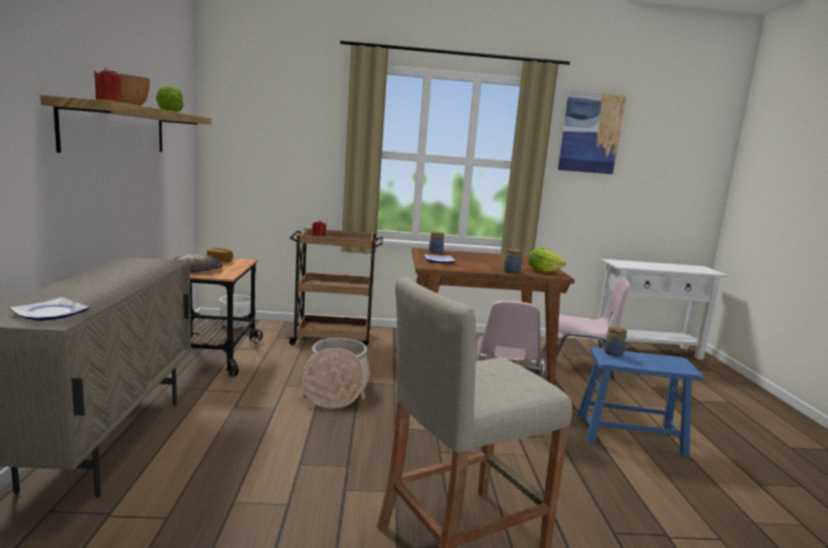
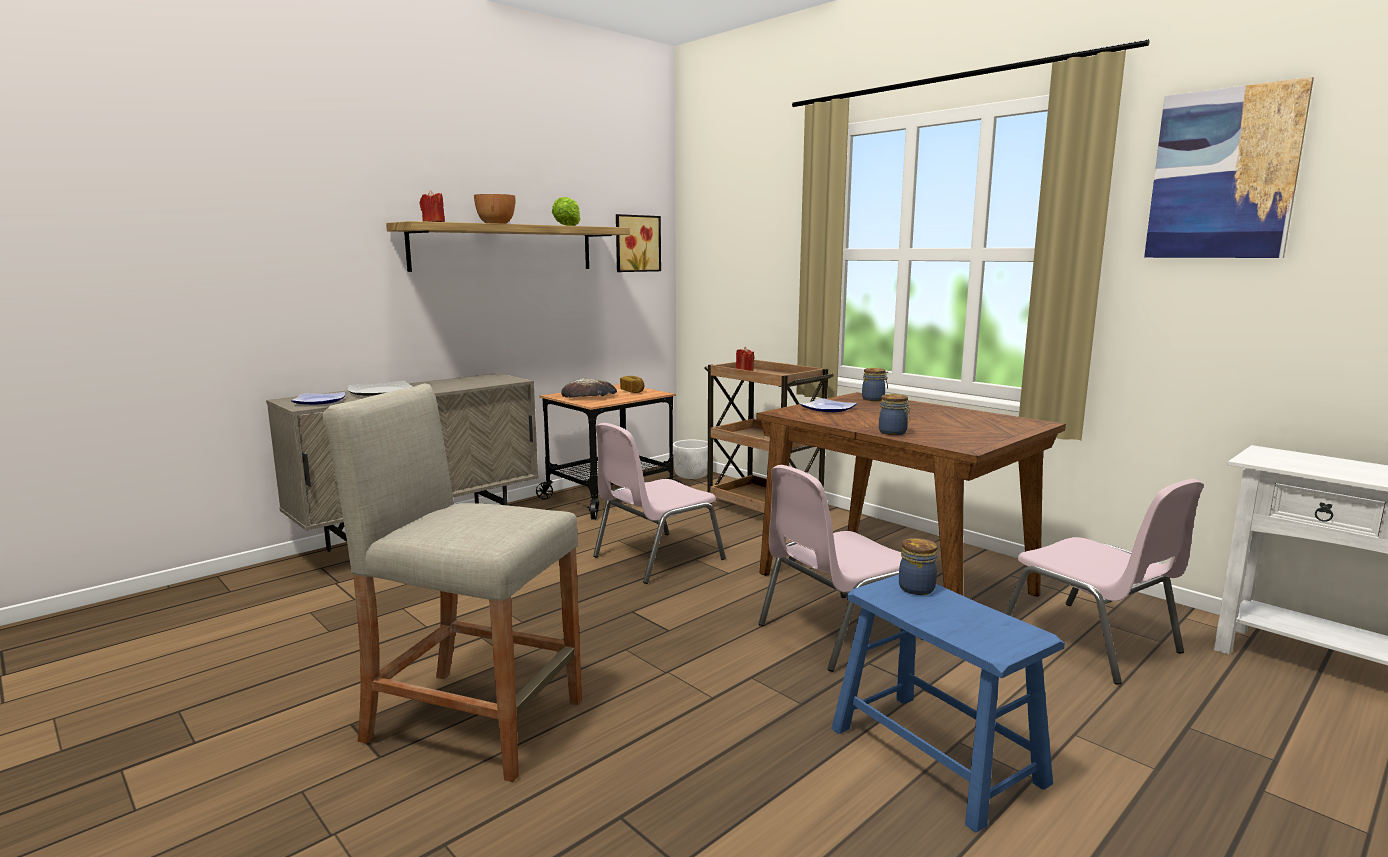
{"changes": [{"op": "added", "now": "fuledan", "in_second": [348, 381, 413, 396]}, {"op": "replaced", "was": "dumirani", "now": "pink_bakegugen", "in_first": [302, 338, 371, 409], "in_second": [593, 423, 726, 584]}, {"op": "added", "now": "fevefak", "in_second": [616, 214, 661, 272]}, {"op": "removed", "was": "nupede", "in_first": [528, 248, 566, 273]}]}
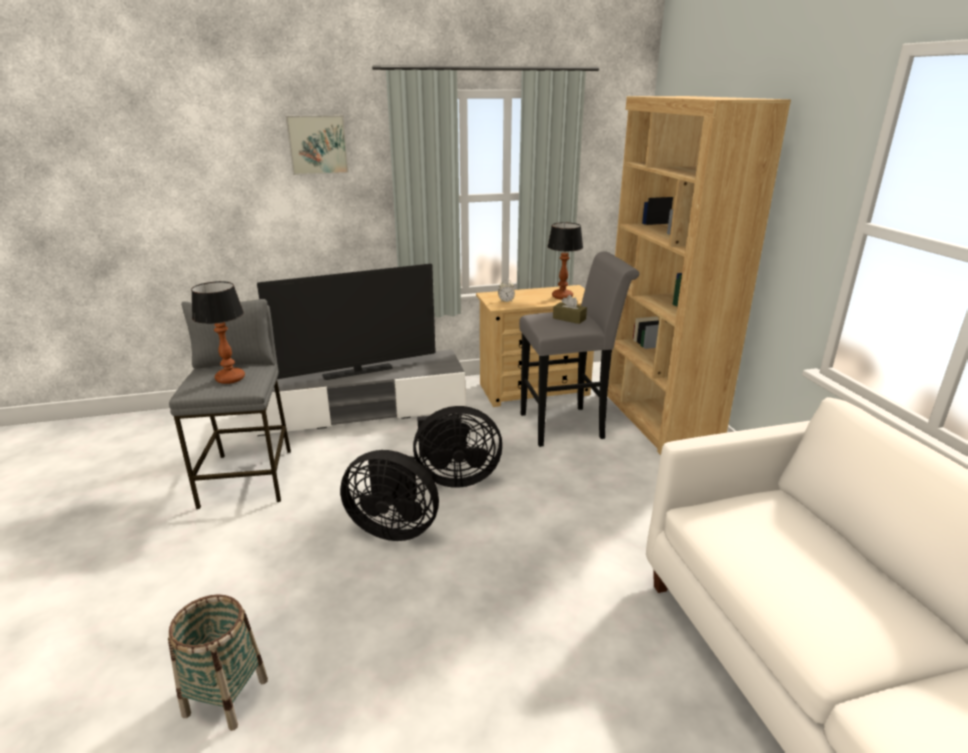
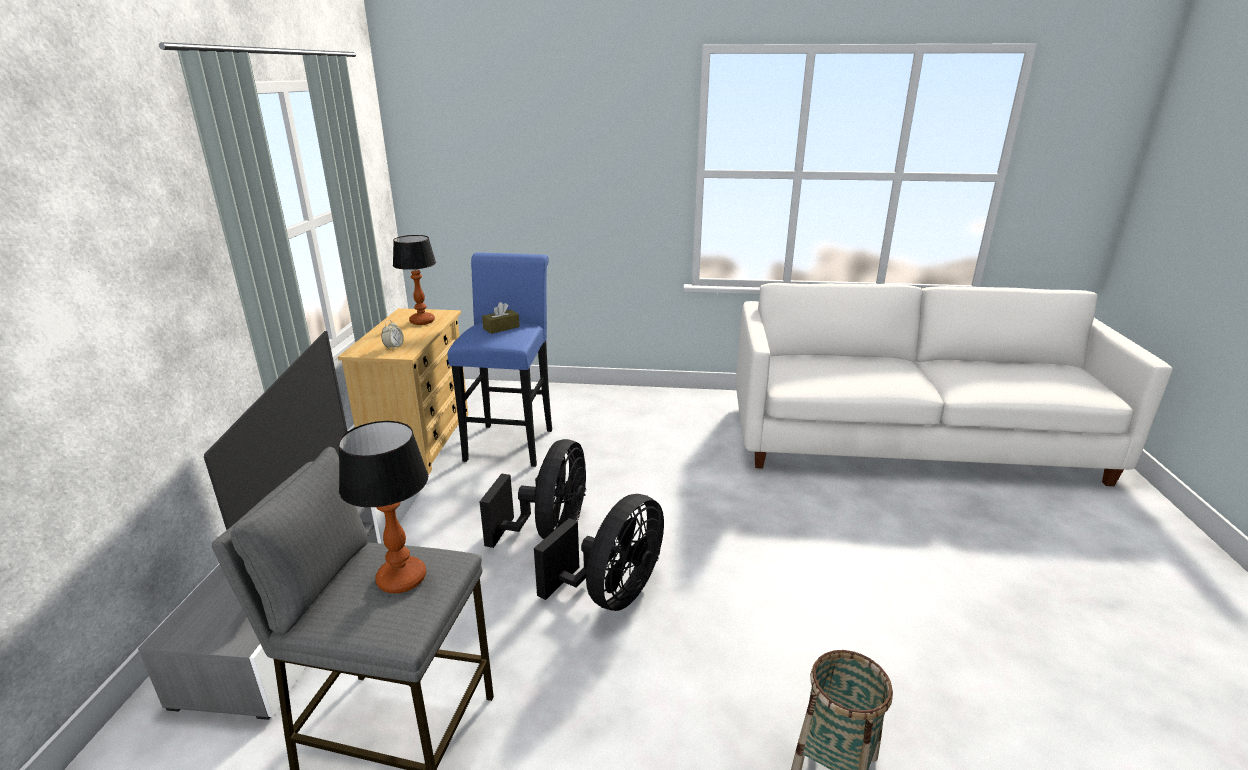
{"changes": [{"op": "recoloured", "was": "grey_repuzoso", "now": "blue_repuzoso", "in_first": [519, 251, 640, 447], "in_second": [448, 252, 552, 467]}, {"op": "removed", "was": "fevefak", "in_first": [286, 115, 349, 175]}, {"op": "removed", "was": "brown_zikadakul", "in_first": [607, 96, 791, 455]}]}
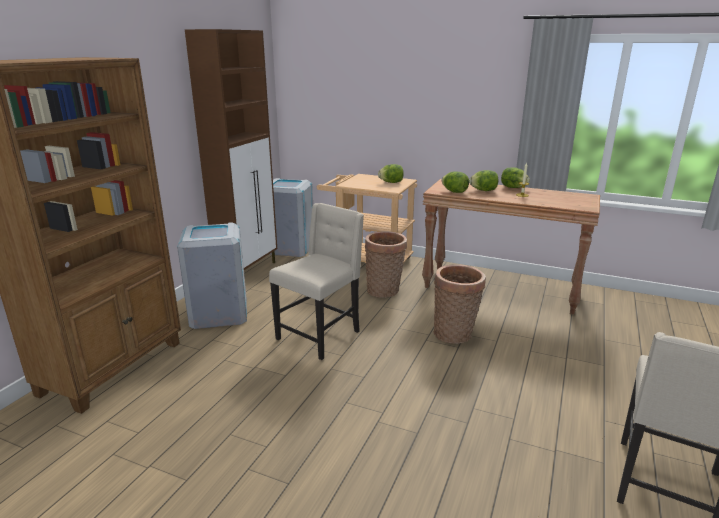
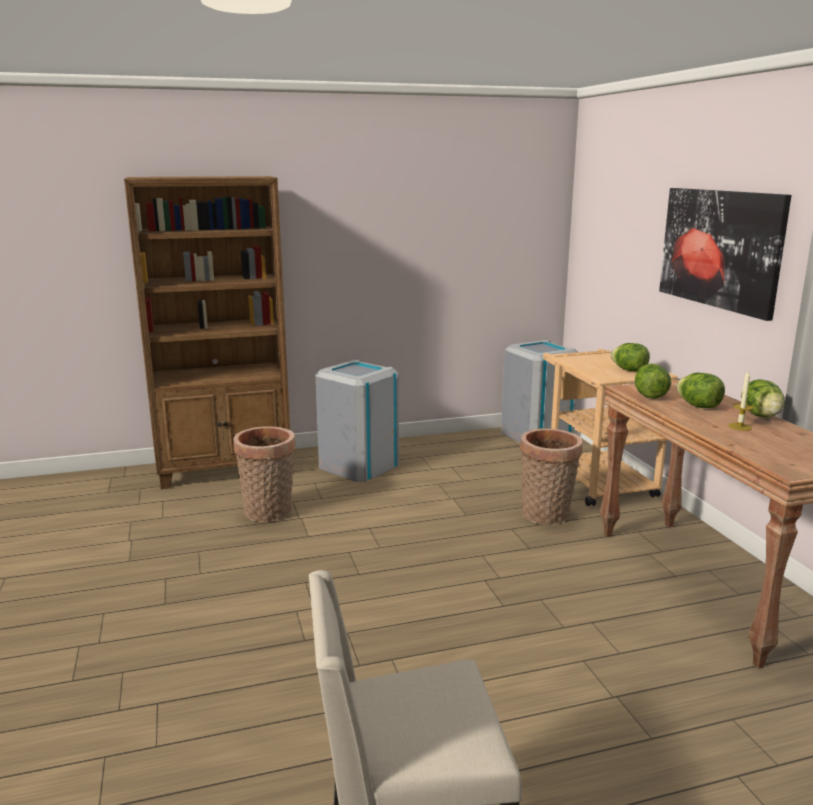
{"changes": [{"op": "moved", "was": "dumirani", "in_first": [434, 264, 486, 344], "in_second": [233, 426, 295, 522]}, {"op": "added", "now": "fevefak", "in_second": [659, 188, 791, 321]}, {"op": "removed", "was": "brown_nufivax", "in_first": [185, 29, 277, 270]}, {"op": "removed", "was": "beige_bakegugen", "in_first": [269, 203, 364, 360]}]}
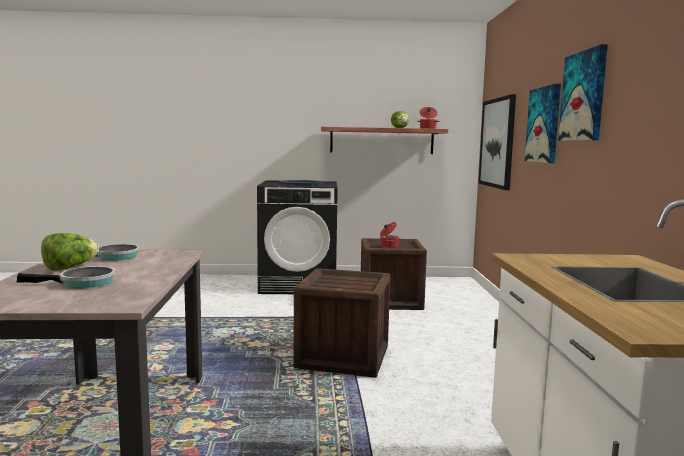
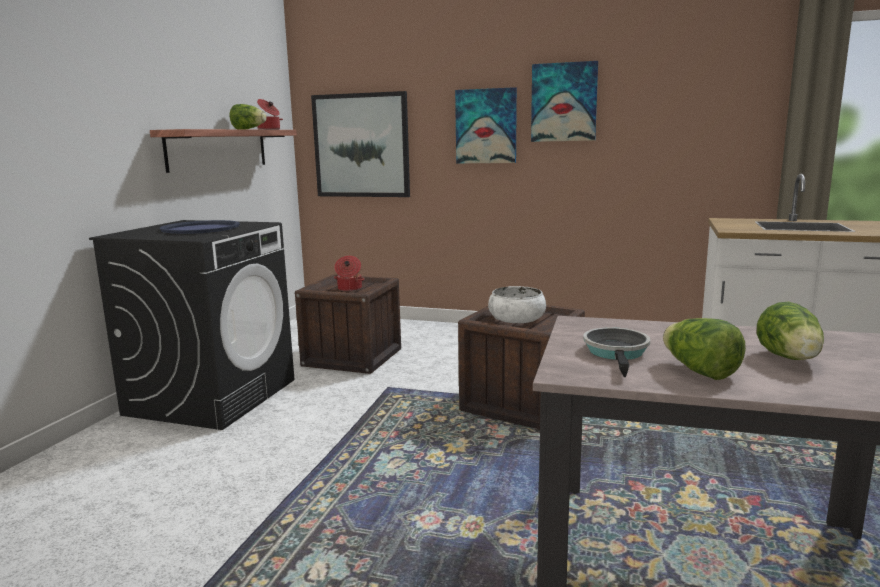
{"changes": [{"op": "added", "now": "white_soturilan", "in_second": [488, 286, 546, 323]}, {"op": "replaced", "was": "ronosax", "now": "nupede", "in_first": [17, 266, 116, 289], "in_second": [757, 302, 824, 360]}]}
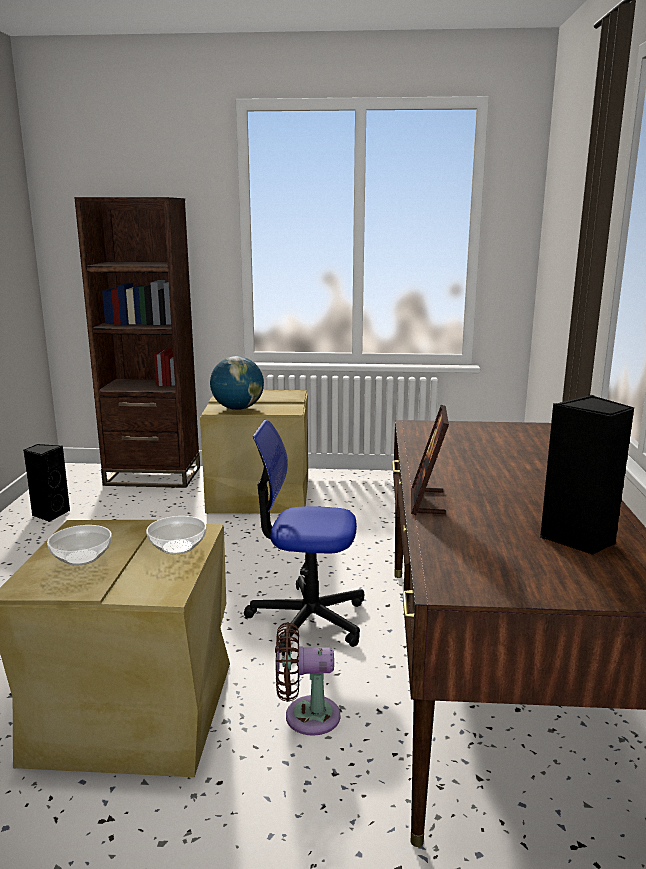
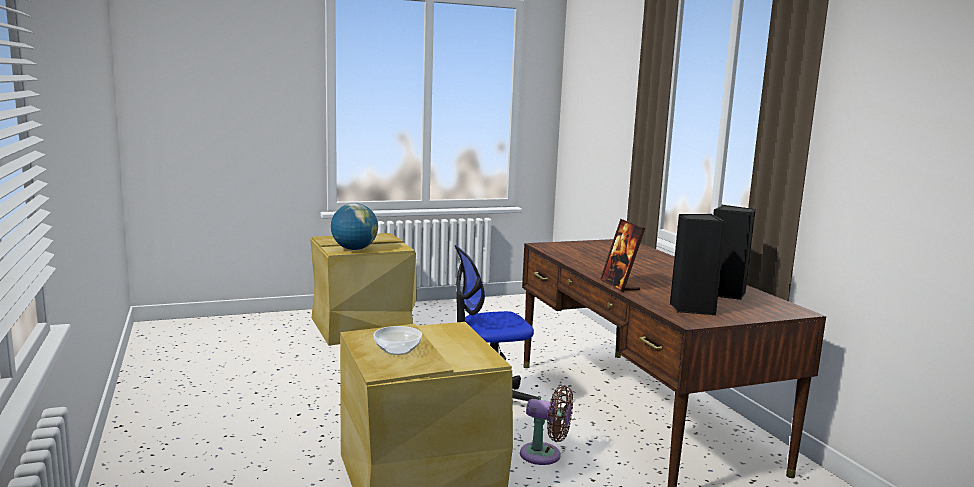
{"changes": [{"op": "turned", "was": "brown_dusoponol", "in_first": [276, 622, 340, 736], "in_second": [520, 385, 573, 465], "clockwise": -135}, {"op": "moved", "was": "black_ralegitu", "in_first": [24, 444, 70, 522], "in_second": [670, 214, 726, 315]}, {"op": "removed", "was": "brown_zikadakul", "in_first": [74, 197, 200, 488]}, {"op": "removed", "was": "soturilan", "in_first": [146, 516, 206, 554]}]}
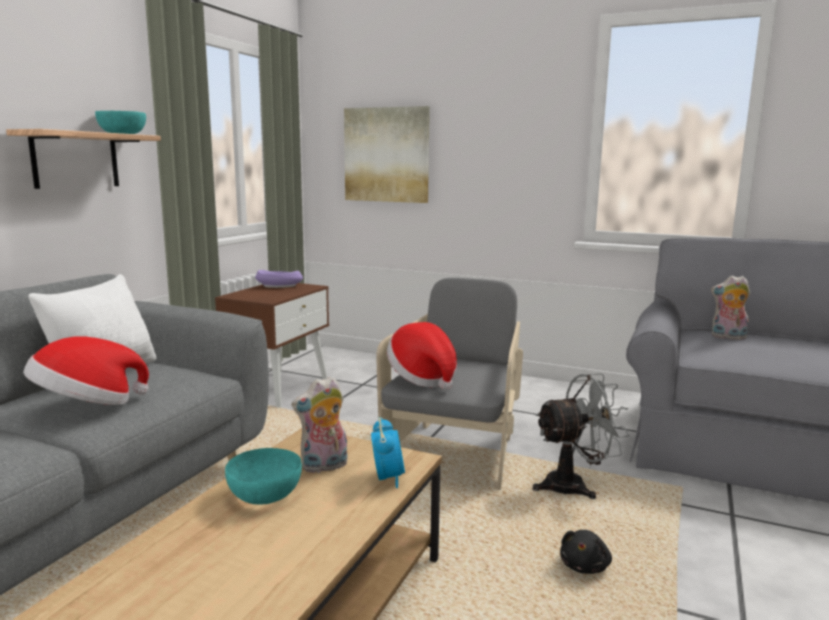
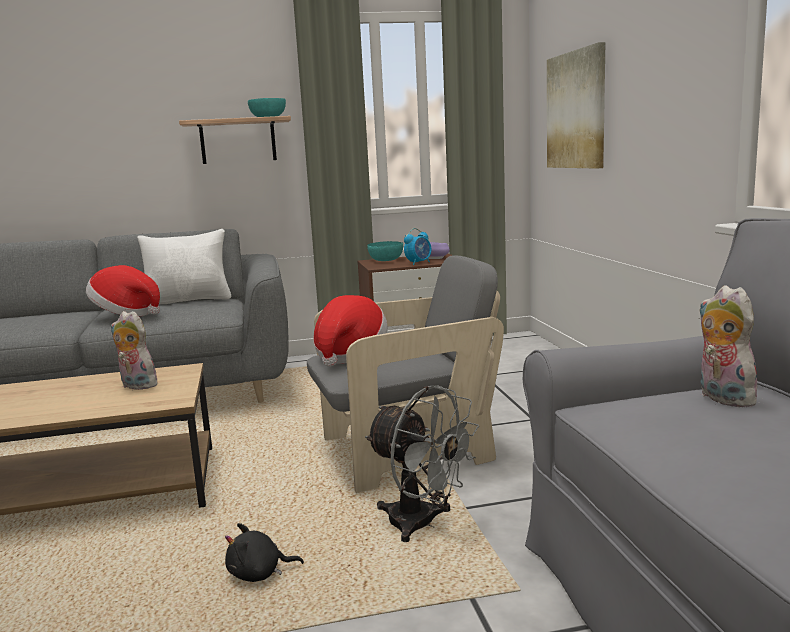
{"changes": [{"op": "moved", "was": "turquoise_soturilan", "in_first": [225, 448, 302, 505], "in_second": [367, 241, 403, 261]}, {"op": "moved", "was": "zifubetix", "in_first": [371, 417, 405, 488], "in_second": [404, 228, 431, 265]}]}
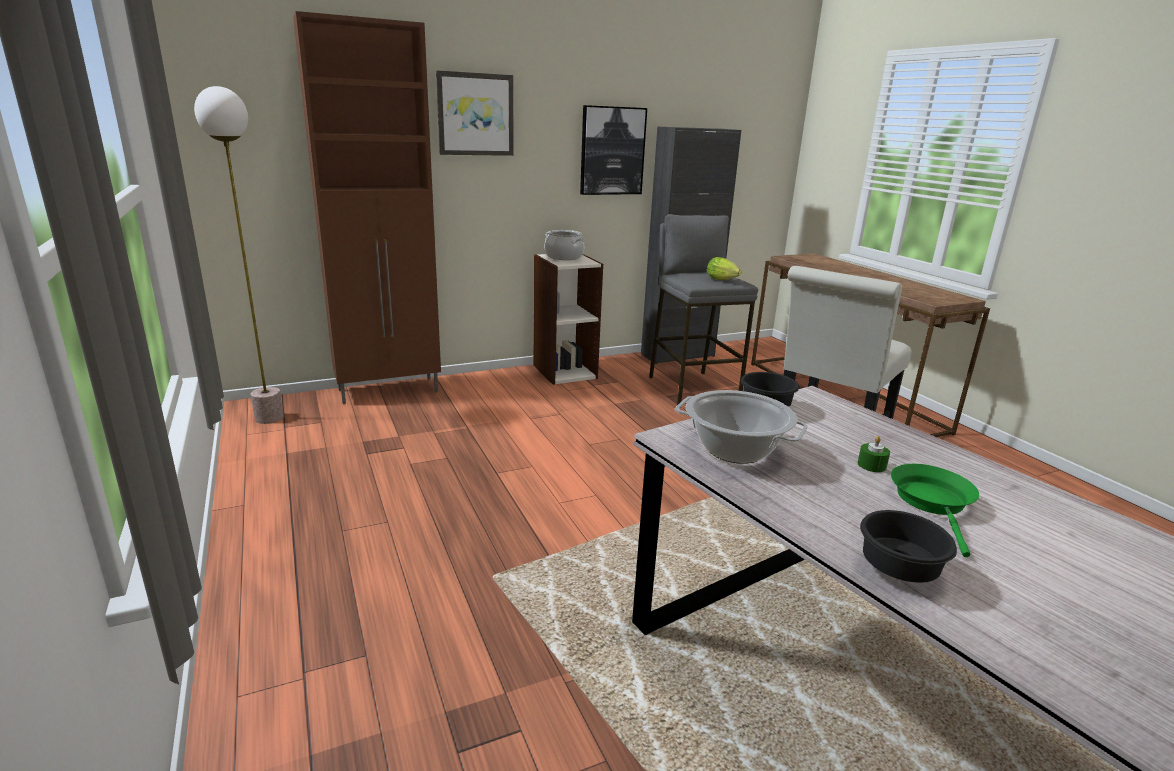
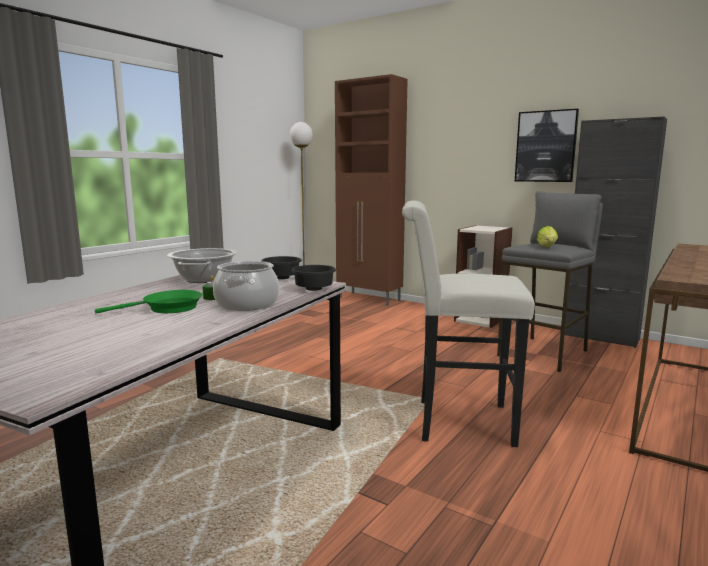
{"changes": [{"op": "moved", "was": "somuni", "in_first": [545, 230, 584, 260], "in_second": [213, 261, 279, 311]}, {"op": "moved", "was": "black_soturilan", "in_first": [860, 510, 957, 583], "in_second": [291, 265, 336, 291]}, {"op": "removed", "was": "fevefak", "in_first": [436, 70, 514, 156]}]}
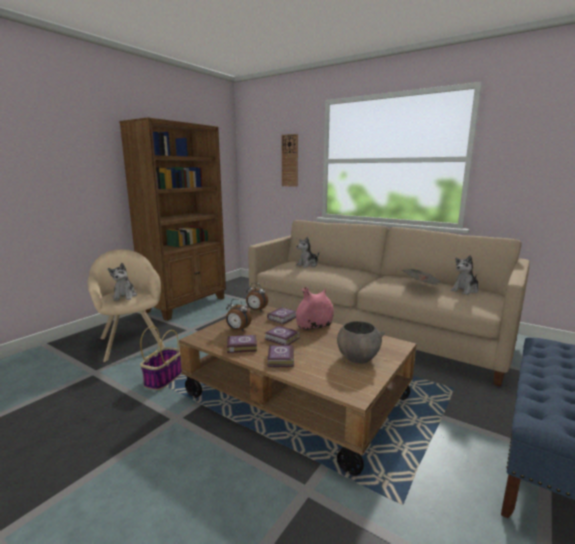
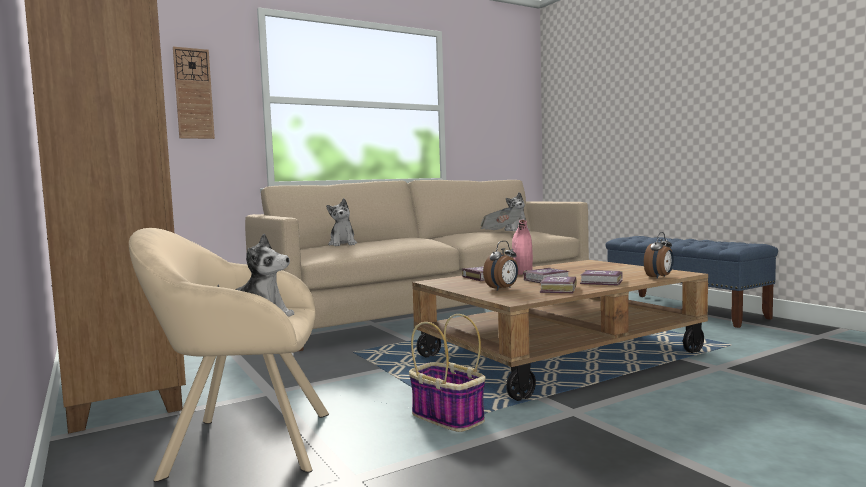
{"changes": [{"op": "moved", "was": "zifubetix", "in_first": [246, 283, 268, 311], "in_second": [644, 232, 674, 279]}, {"op": "removed", "was": "grey_soturilan", "in_first": [337, 321, 385, 364]}]}
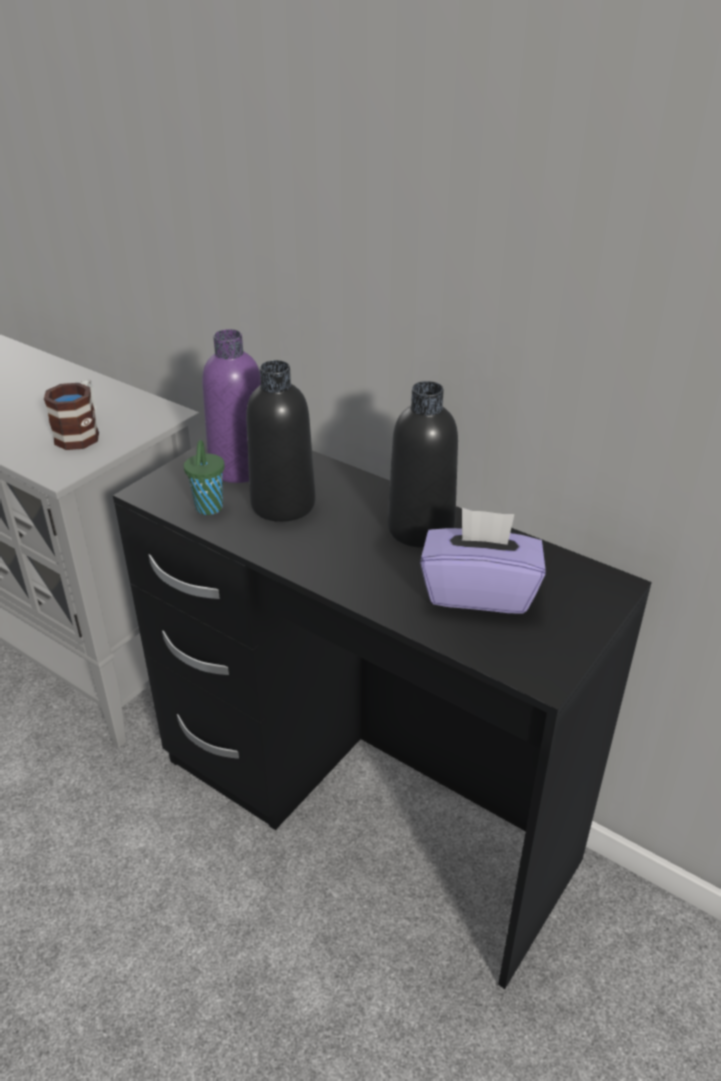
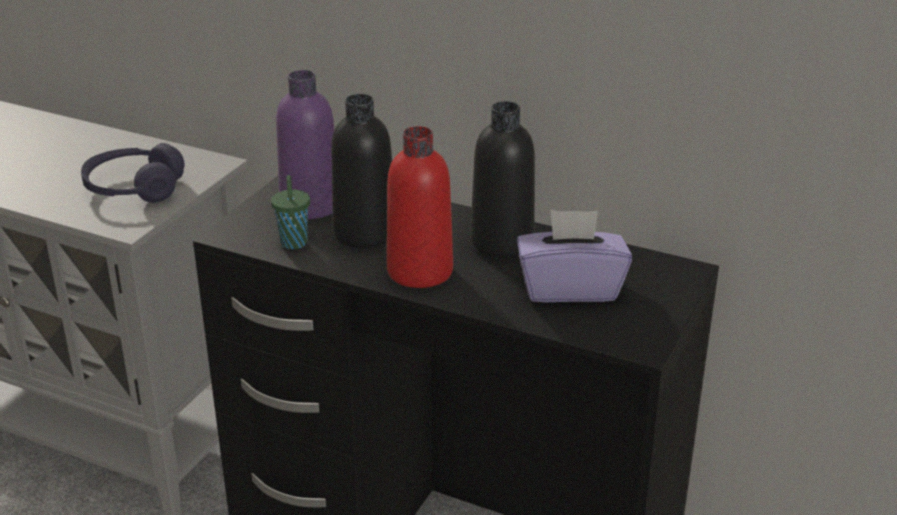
{"changes": [{"op": "replaced", "was": "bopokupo", "now": "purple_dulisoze", "in_first": [44, 380, 99, 450], "in_second": [81, 143, 184, 203]}, {"op": "added", "now": "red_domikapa", "in_second": [387, 126, 453, 288]}]}
